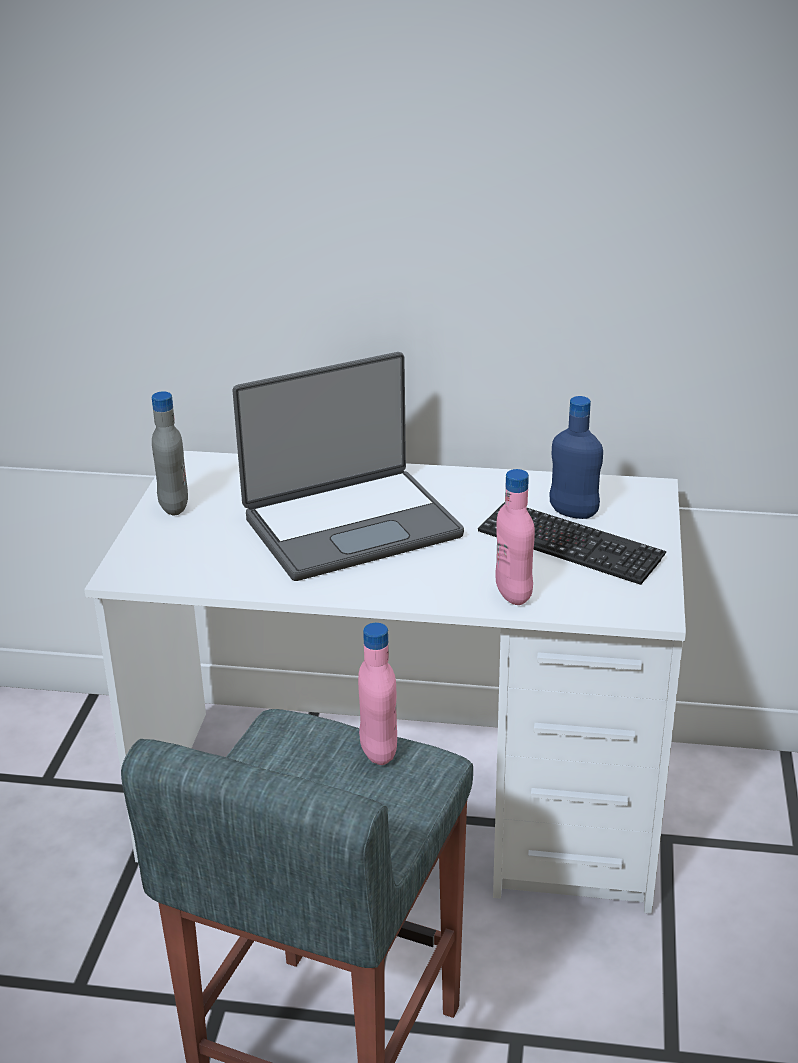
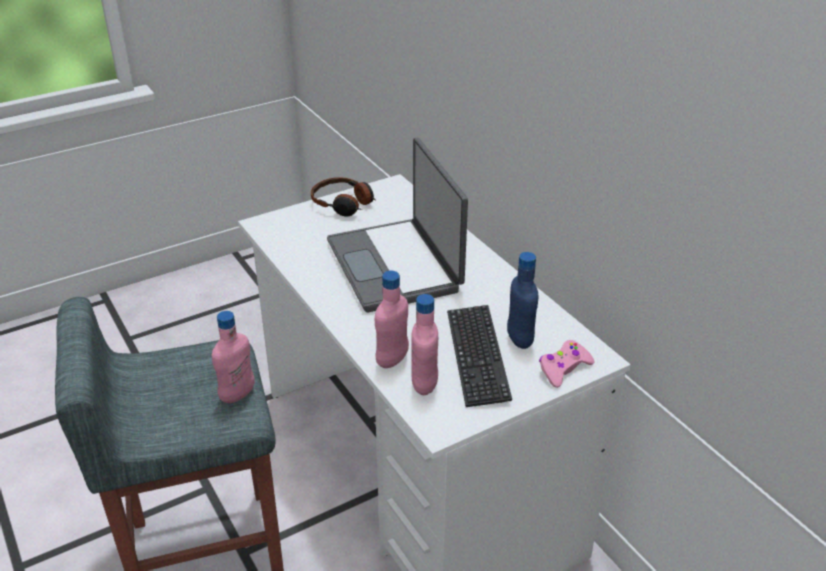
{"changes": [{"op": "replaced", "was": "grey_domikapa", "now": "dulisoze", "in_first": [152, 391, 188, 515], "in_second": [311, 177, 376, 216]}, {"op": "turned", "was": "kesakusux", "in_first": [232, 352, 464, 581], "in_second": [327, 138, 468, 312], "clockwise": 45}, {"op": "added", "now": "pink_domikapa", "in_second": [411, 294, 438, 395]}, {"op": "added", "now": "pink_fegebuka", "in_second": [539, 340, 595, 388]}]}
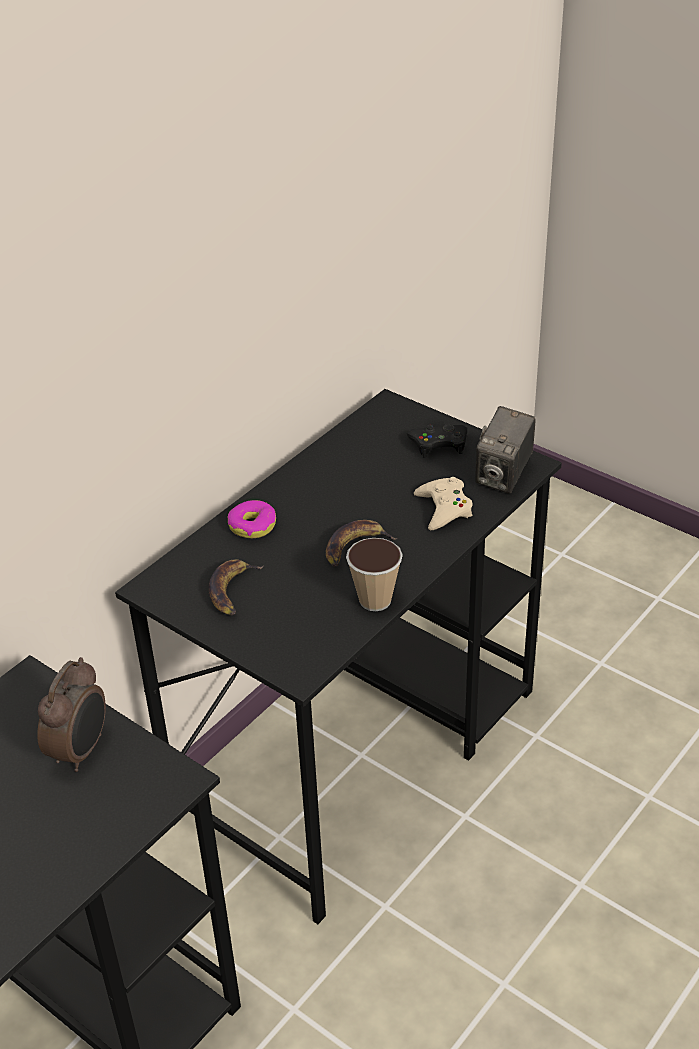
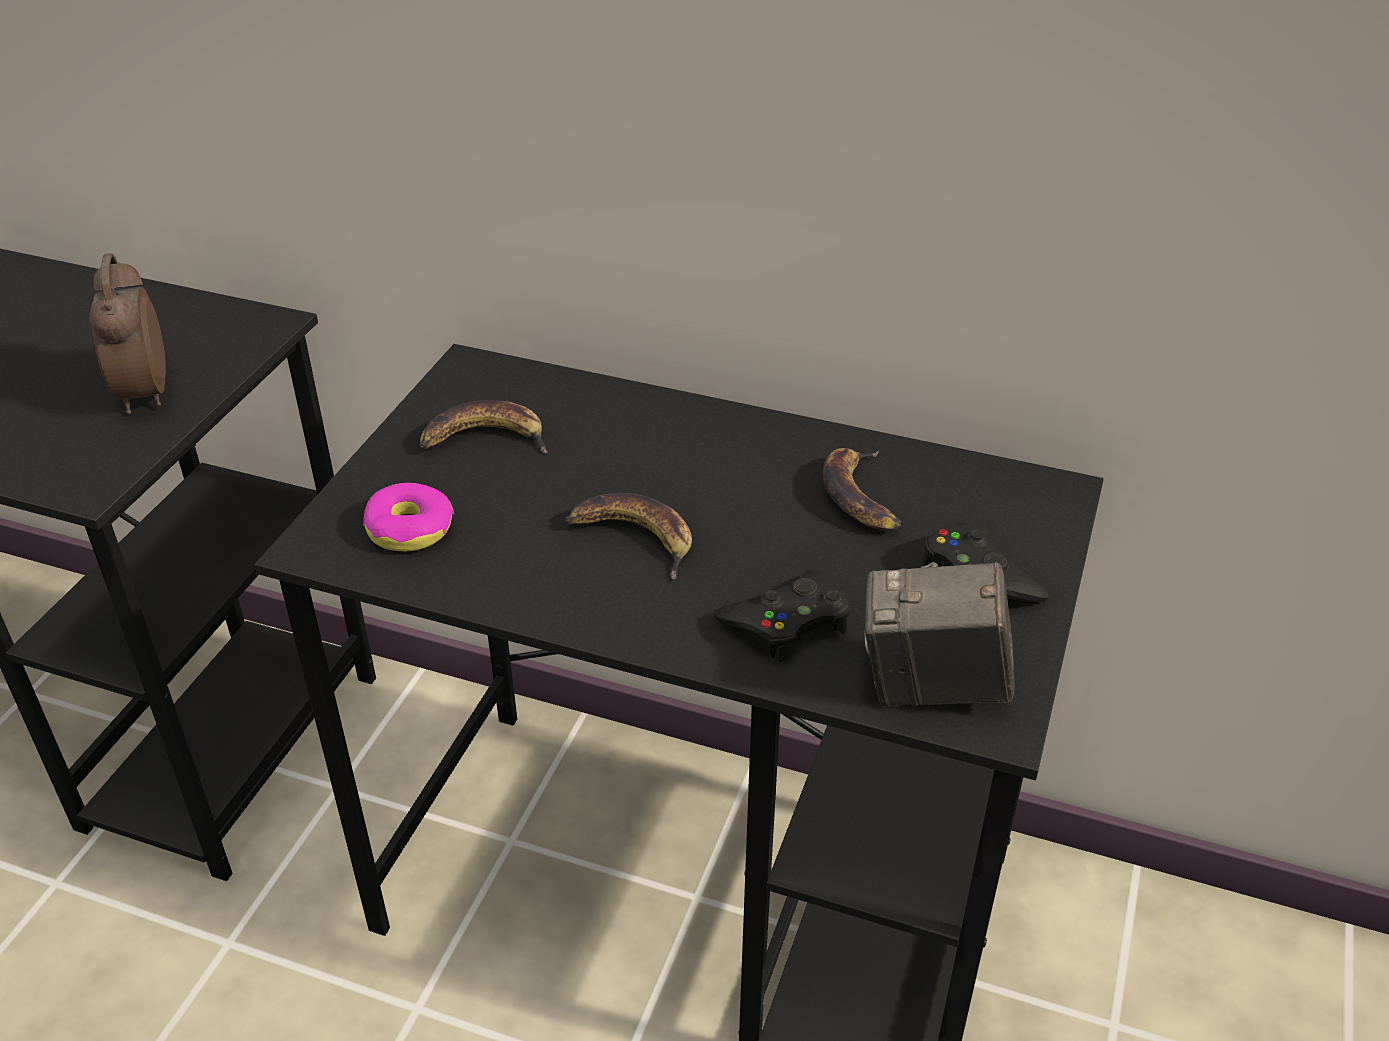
{"changes": [{"op": "turned", "was": "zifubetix", "in_first": [37, 657, 106, 772], "in_second": [89, 253, 166, 415], "clockwise": 75}, {"op": "moved", "was": "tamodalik", "in_first": [228, 500, 276, 538], "in_second": [363, 483, 454, 552]}, {"op": "recoloured", "was": "beige_fegebuka", "now": "black_fegebuka", "in_first": [414, 477, 472, 530], "in_second": [714, 570, 851, 662]}, {"op": "added", "now": "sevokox", "in_second": [823, 448, 901, 530]}, {"op": "removed", "was": "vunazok", "in_first": [346, 538, 403, 611]}]}
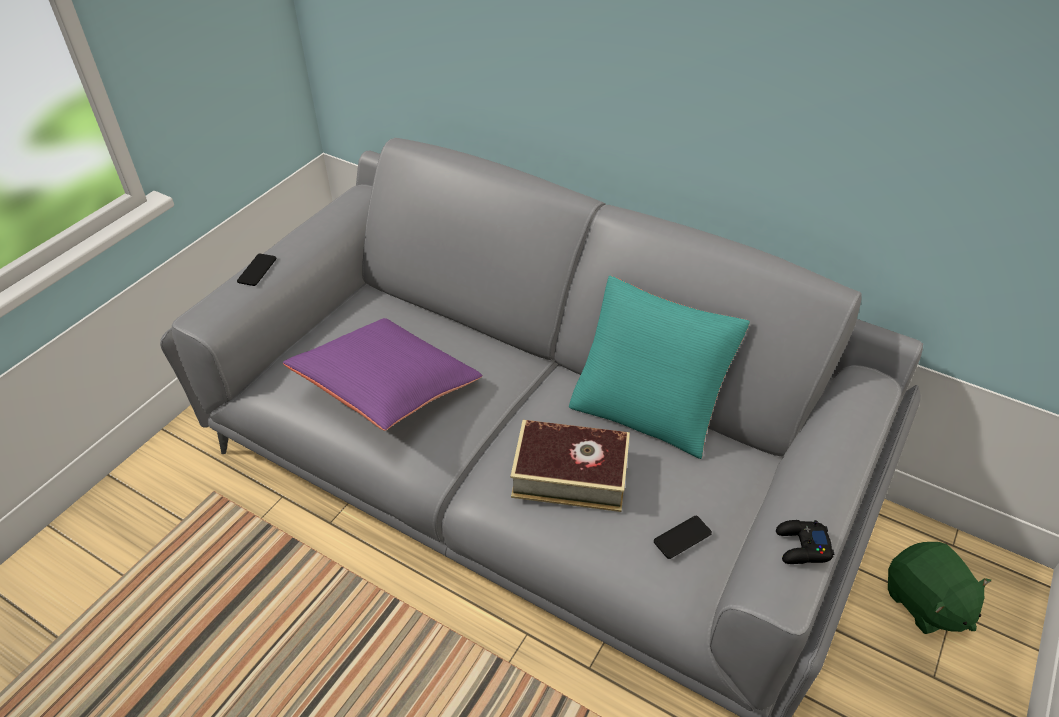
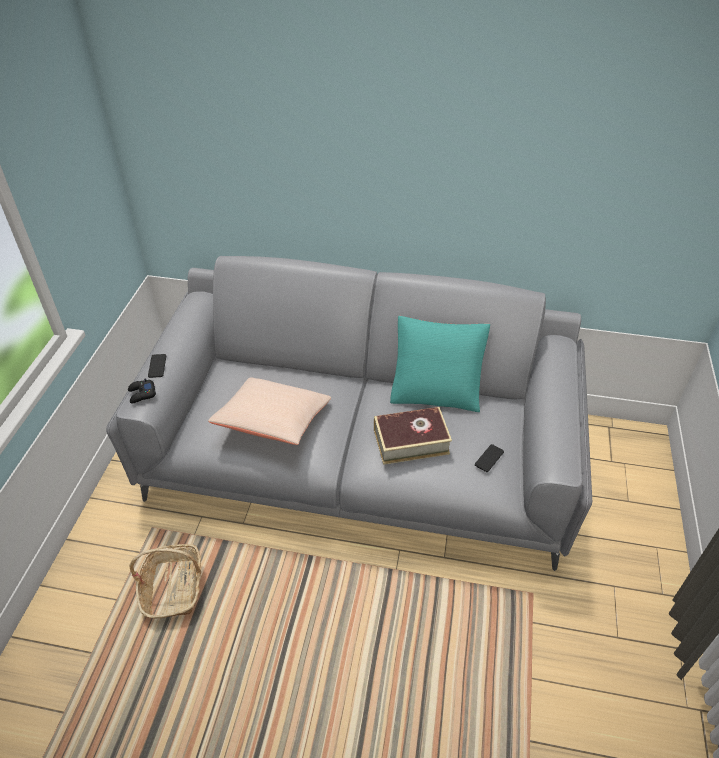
{"changes": [{"op": "moved", "was": "black_fegebuka", "in_first": [776, 520, 834, 564], "in_second": [128, 378, 156, 404]}, {"op": "added", "now": "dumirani", "in_second": [129, 544, 201, 618]}, {"op": "recoloured", "was": "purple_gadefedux", "now": "beige_gadefedux", "in_first": [283, 318, 482, 431], "in_second": [208, 377, 331, 445]}, {"op": "removed", "was": "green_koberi", "in_first": [888, 542, 991, 634]}]}
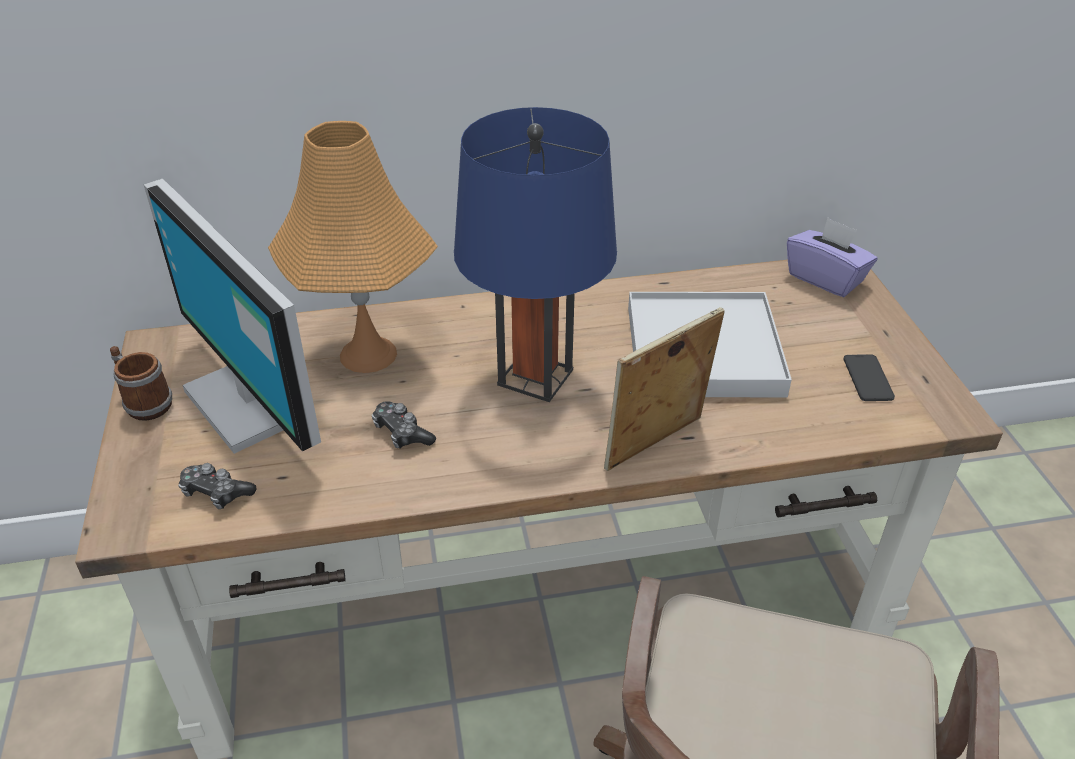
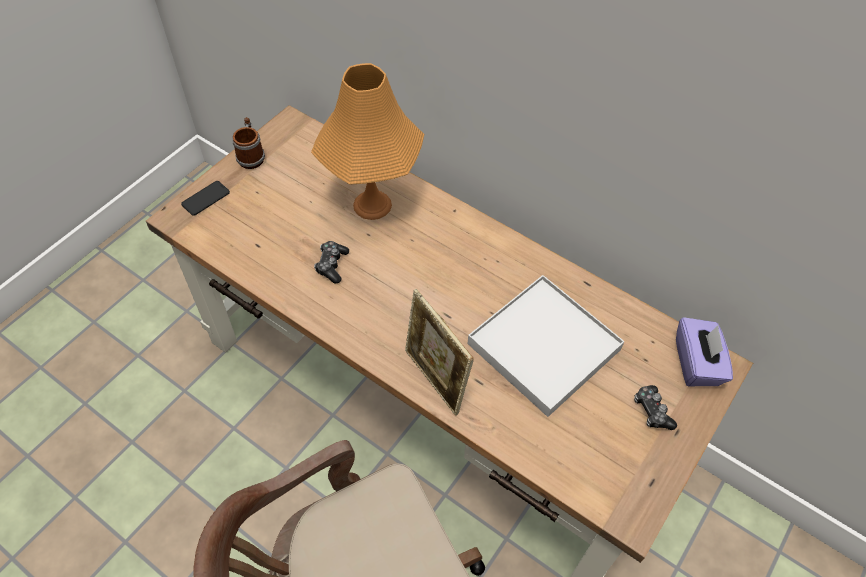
{"changes": [{"op": "moved", "was": "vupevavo", "in_first": [843, 354, 895, 401], "in_second": [181, 181, 230, 216]}, {"op": "turned", "was": "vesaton", "in_first": [604, 307, 725, 471], "in_second": [405, 289, 474, 416], "clockwise": -135}, {"op": "moved", "was": "fegebuka", "in_first": [178, 463, 256, 509], "in_second": [634, 385, 677, 430]}, {"op": "removed", "was": "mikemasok", "in_first": [144, 179, 321, 454]}, {"op": "removed", "was": "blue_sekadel", "in_first": [454, 107, 617, 402]}]}
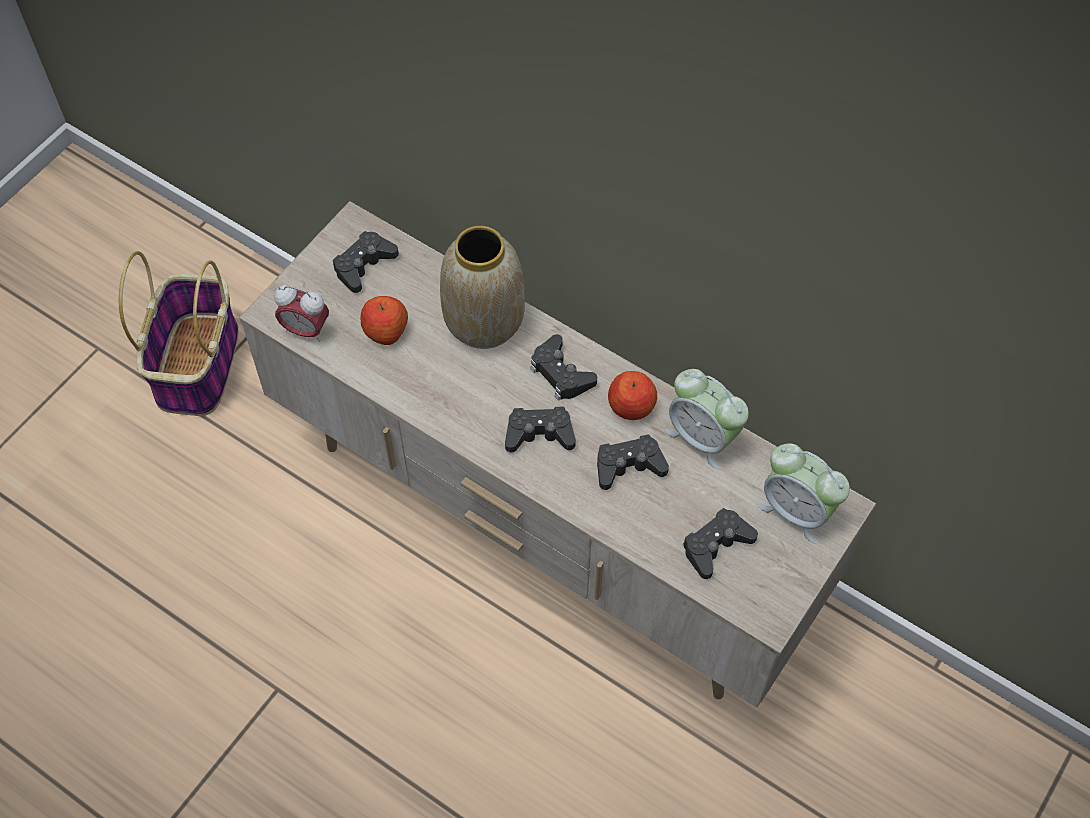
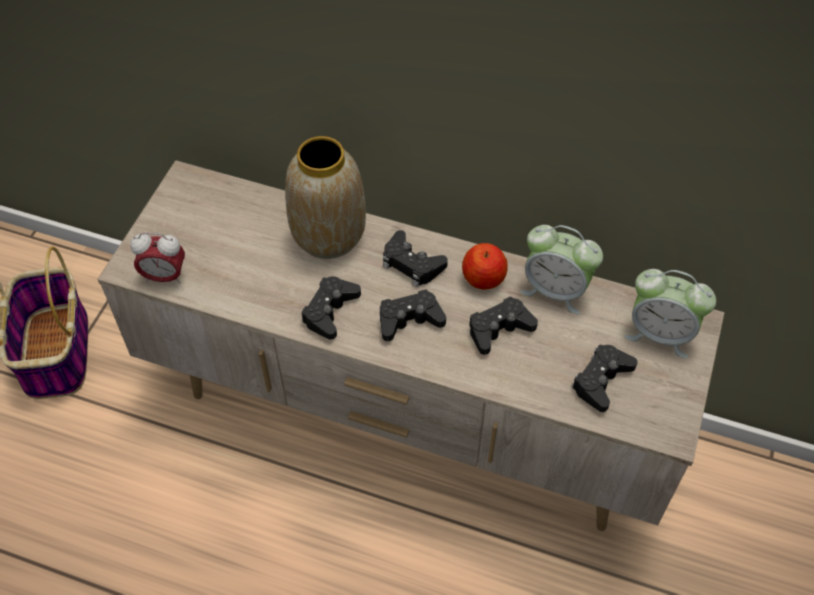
{"changes": [{"op": "moved", "was": "black_fegebuka", "in_first": [333, 231, 399, 293], "in_second": [301, 276, 361, 340]}, {"op": "removed", "was": "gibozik", "in_first": [361, 296, 408, 345]}]}
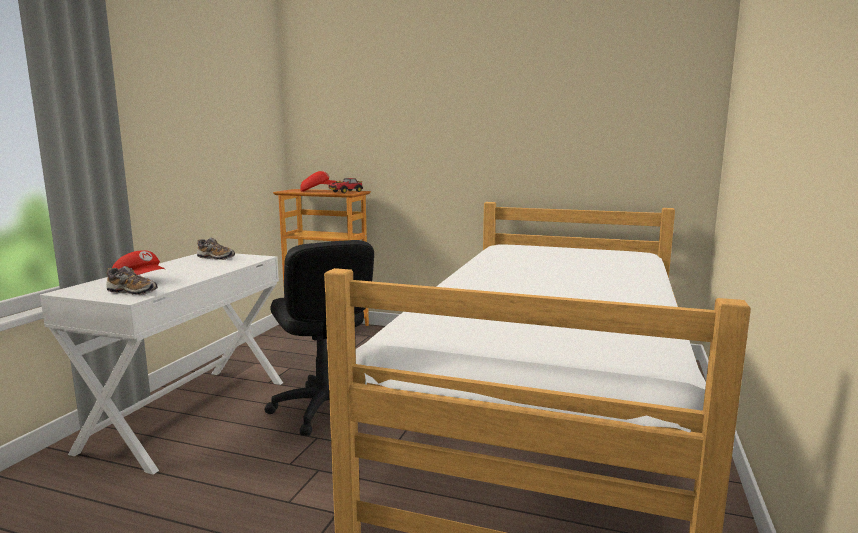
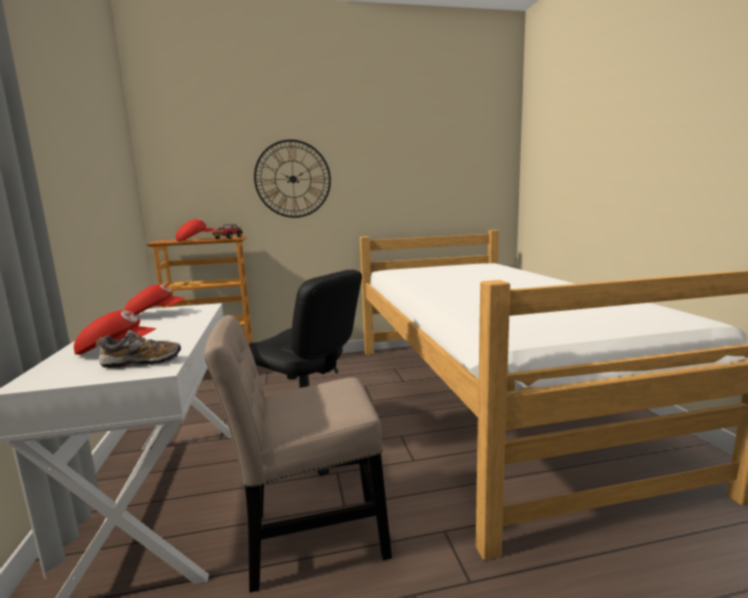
{"changes": [{"op": "replaced", "was": "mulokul", "now": "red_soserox", "in_first": [197, 238, 235, 260], "in_second": [125, 284, 185, 315]}, {"op": "added", "now": "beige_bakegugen", "in_second": [204, 315, 392, 593]}, {"op": "added", "now": "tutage", "in_second": [254, 139, 331, 218]}]}
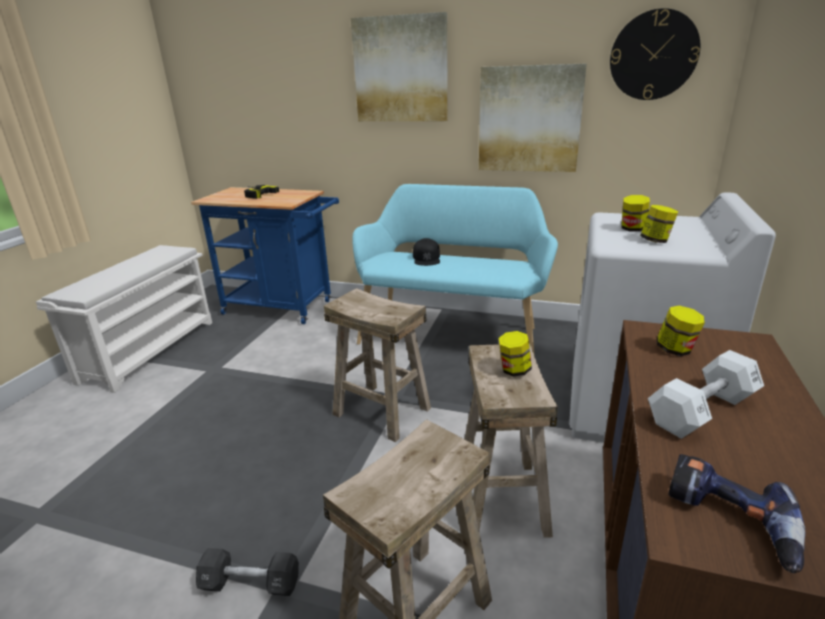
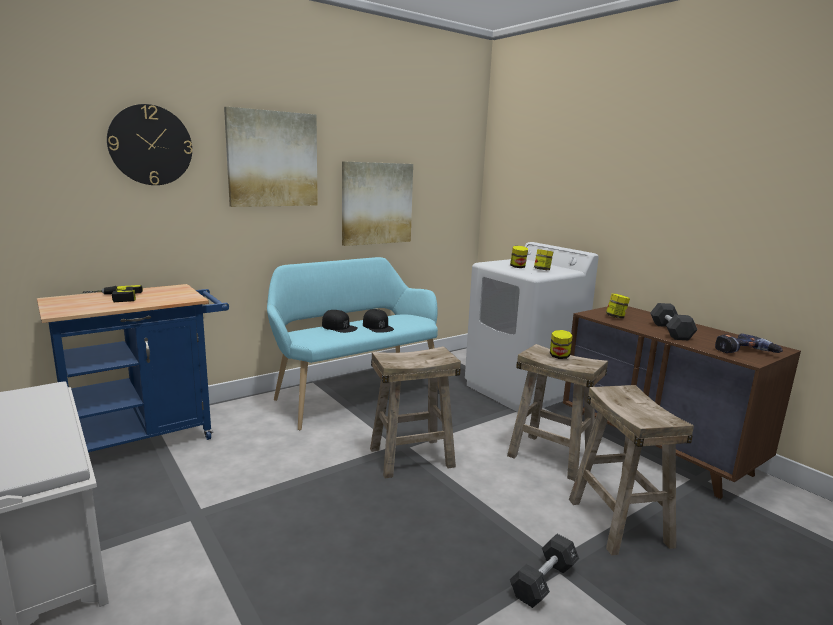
{"changes": [{"op": "moved", "was": "tutage", "in_first": [610, 8, 700, 100], "in_second": [107, 104, 192, 185]}, {"op": "added", "now": "black_soserox", "in_second": [363, 309, 394, 333]}, {"op": "recoloured", "was": "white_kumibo", "now": "black_kumibo", "in_first": [648, 350, 764, 439], "in_second": [650, 303, 698, 340]}]}
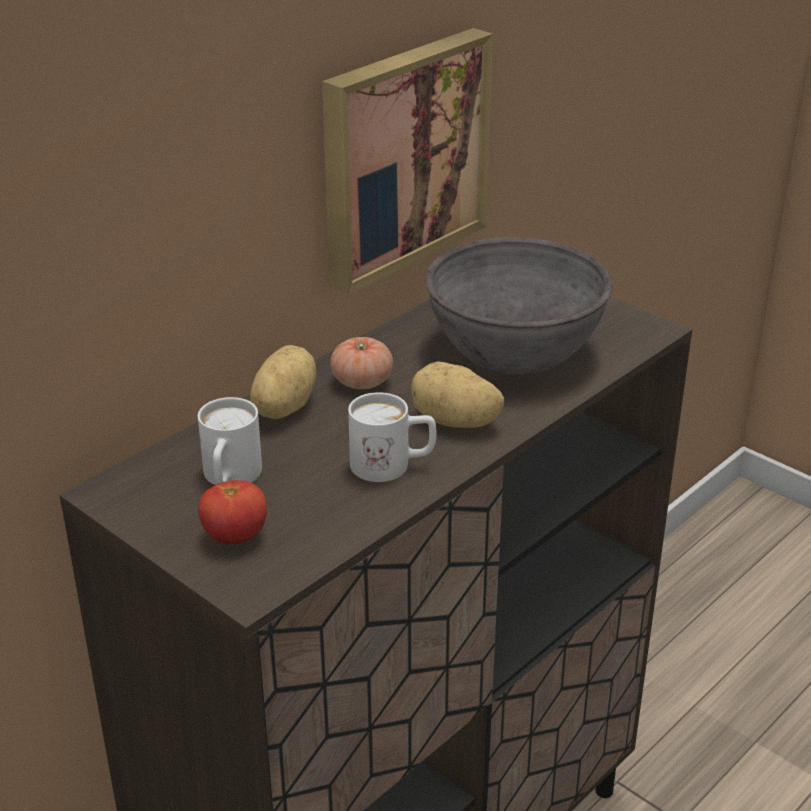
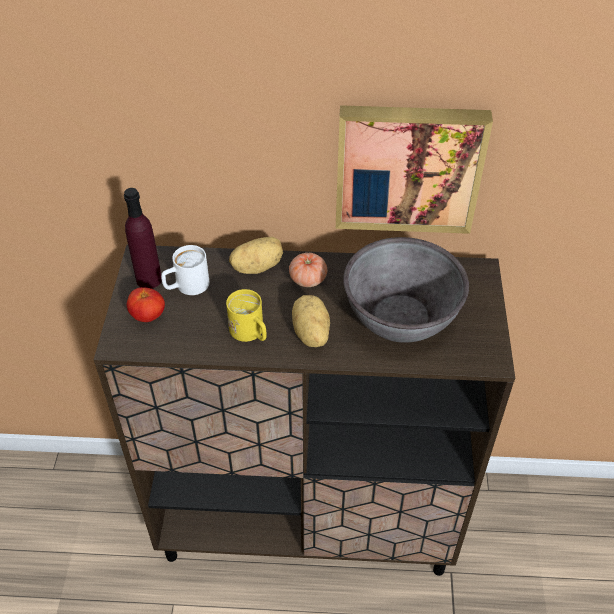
{"changes": [{"op": "added", "now": "purple_domikapa", "in_second": [124, 188, 162, 289]}, {"op": "recoloured", "was": "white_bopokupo", "now": "yellow_bopokupo", "in_first": [348, 392, 437, 482], "in_second": [226, 289, 267, 342]}]}
